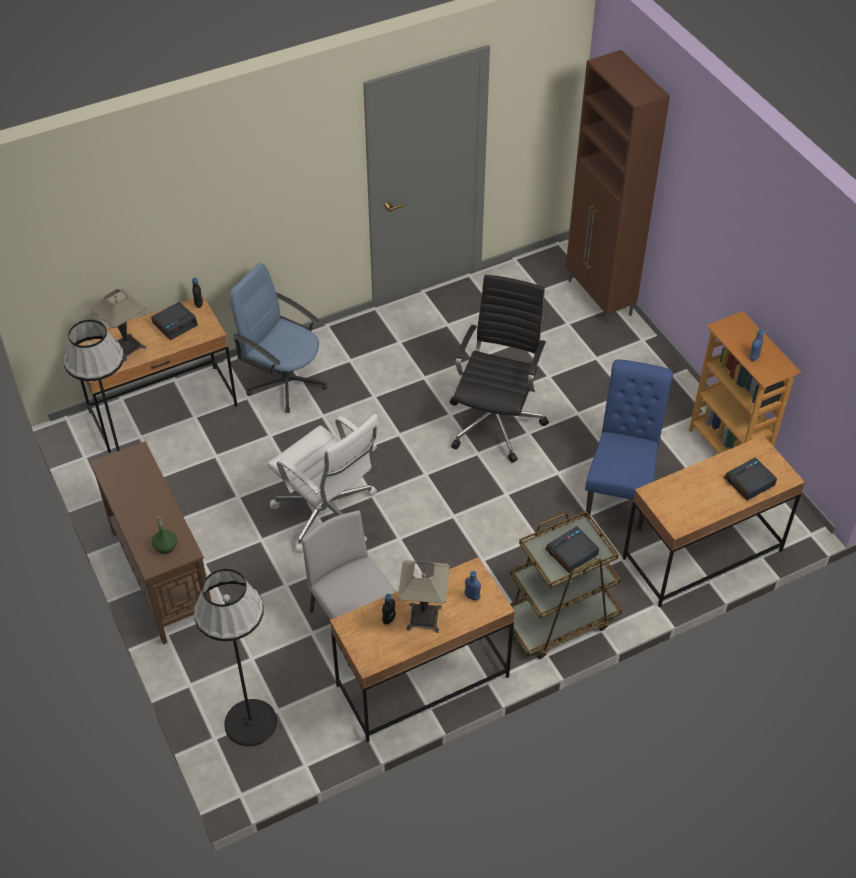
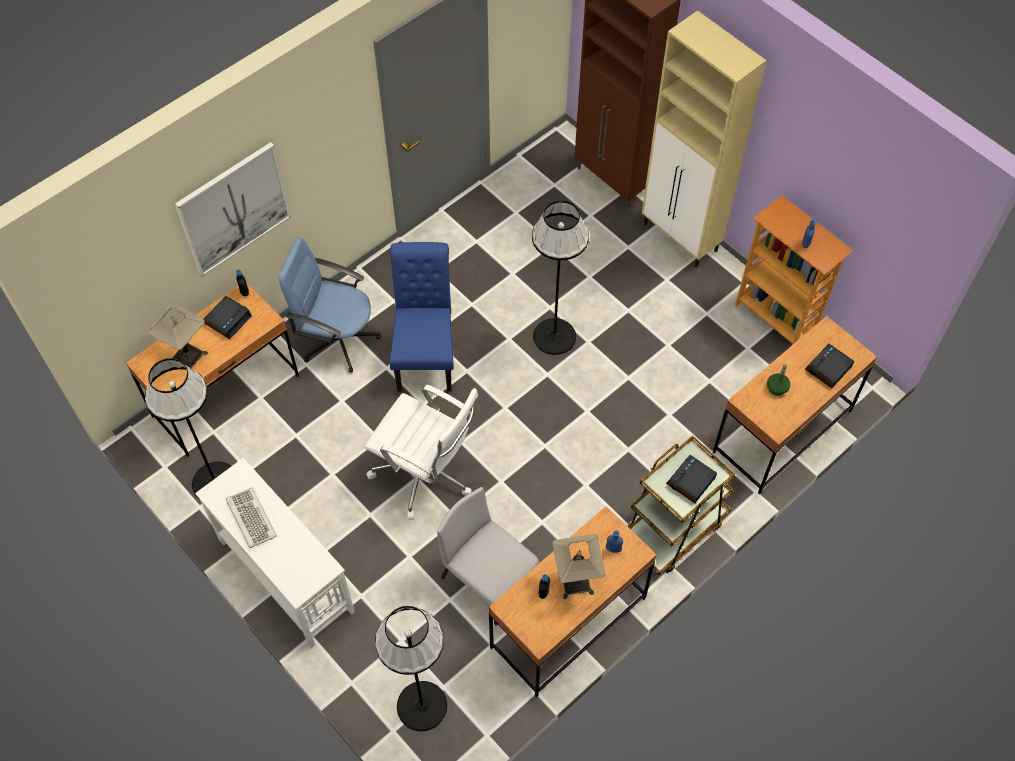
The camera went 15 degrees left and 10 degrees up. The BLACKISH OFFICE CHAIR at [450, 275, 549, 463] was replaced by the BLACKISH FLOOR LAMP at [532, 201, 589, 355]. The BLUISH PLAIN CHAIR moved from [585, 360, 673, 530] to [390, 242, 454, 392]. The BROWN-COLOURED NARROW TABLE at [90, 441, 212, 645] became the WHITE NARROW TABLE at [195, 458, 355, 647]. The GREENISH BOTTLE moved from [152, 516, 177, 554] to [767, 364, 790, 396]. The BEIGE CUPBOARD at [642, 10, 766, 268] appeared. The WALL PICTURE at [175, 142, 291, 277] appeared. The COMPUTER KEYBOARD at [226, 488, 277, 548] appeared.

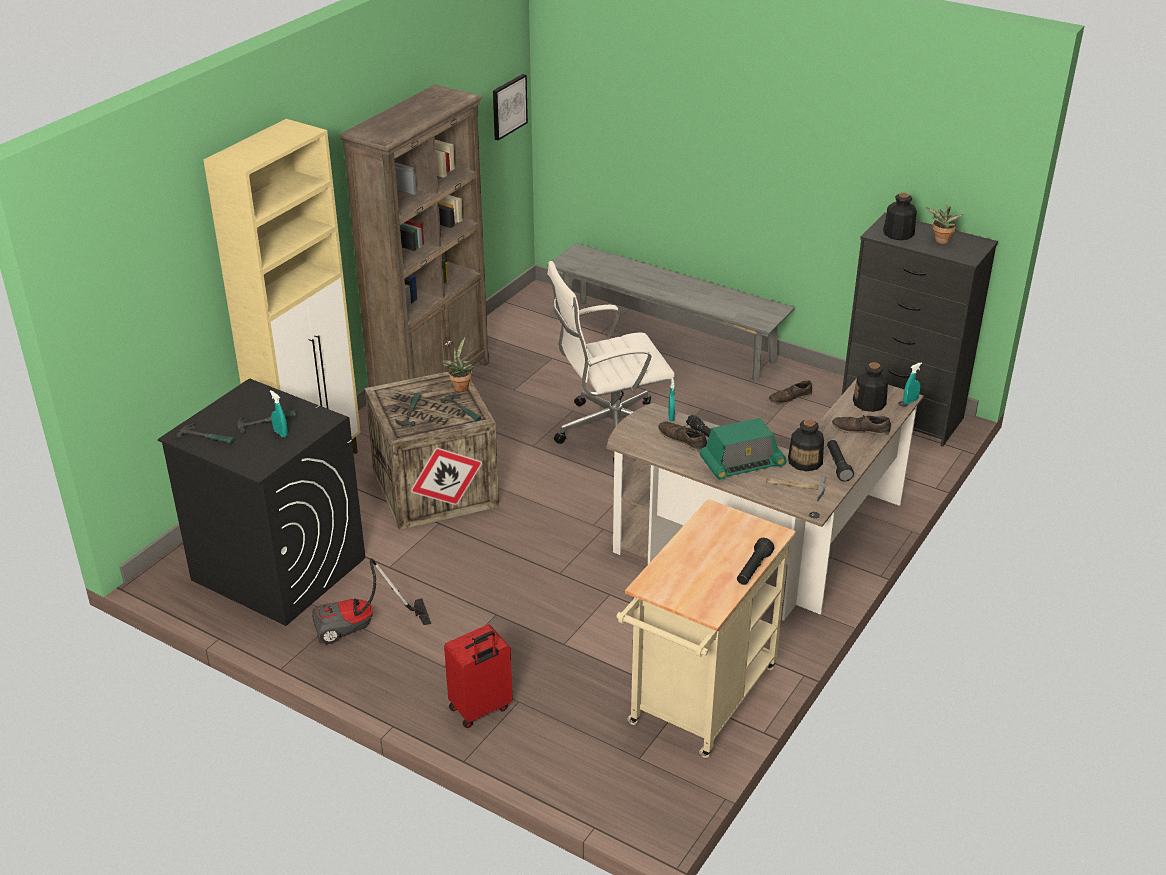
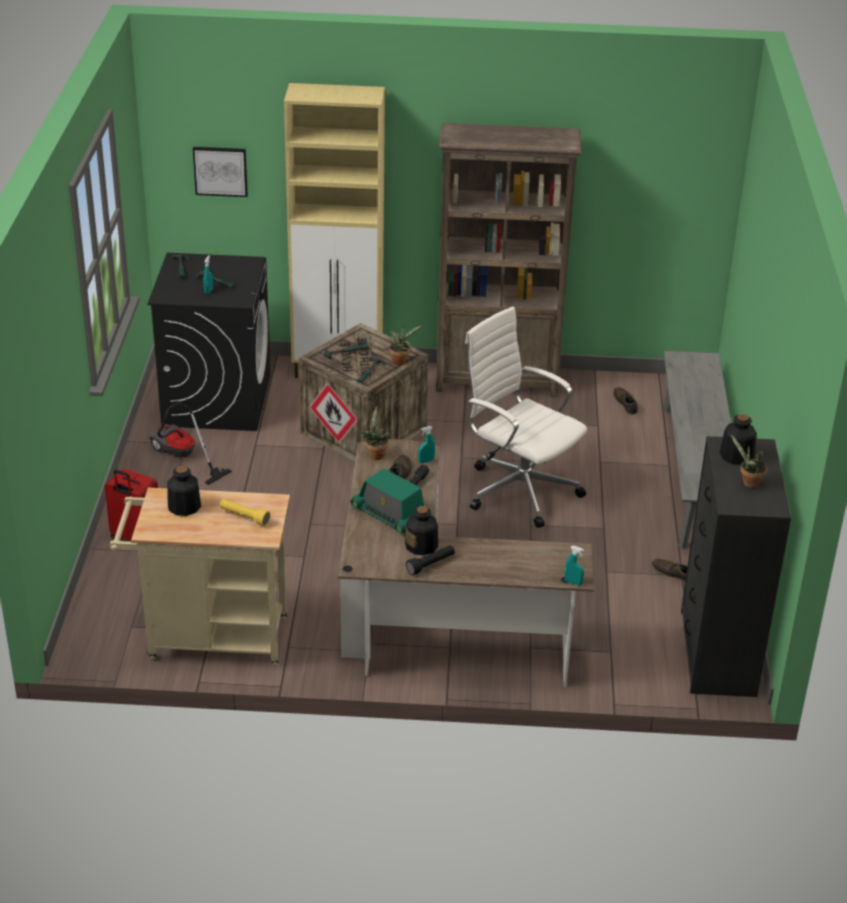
The camera went 60 degrees right and 0 degrees up. The WALL PICTURE moved from [493, 74, 528, 140] to [193, 147, 248, 197]. The BOTTLE moved from [853, 362, 888, 412] to [167, 466, 201, 516]. The BROWN-COLOURED SHOE moved from [832, 414, 891, 435] to [613, 387, 638, 415]. The TOOL HAMMER at [766, 476, 826, 502] disappeared. The BLACKISH HAND TORCH at [737, 538, 774, 585] disappeared. The HOUSEPLANT at [360, 406, 390, 460] appeared. The YELLOWISH HAND TORCH at [220, 499, 270, 526] appeared.

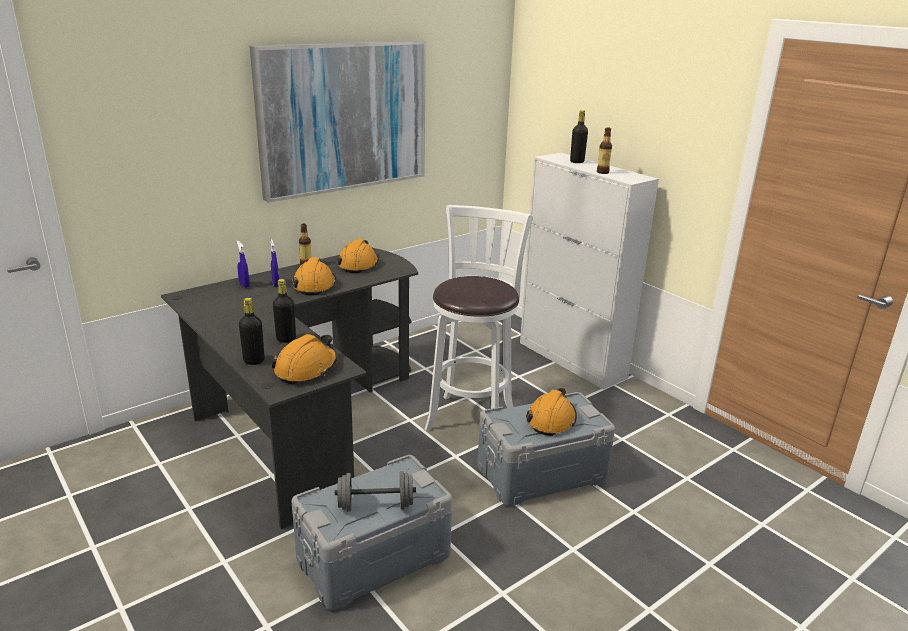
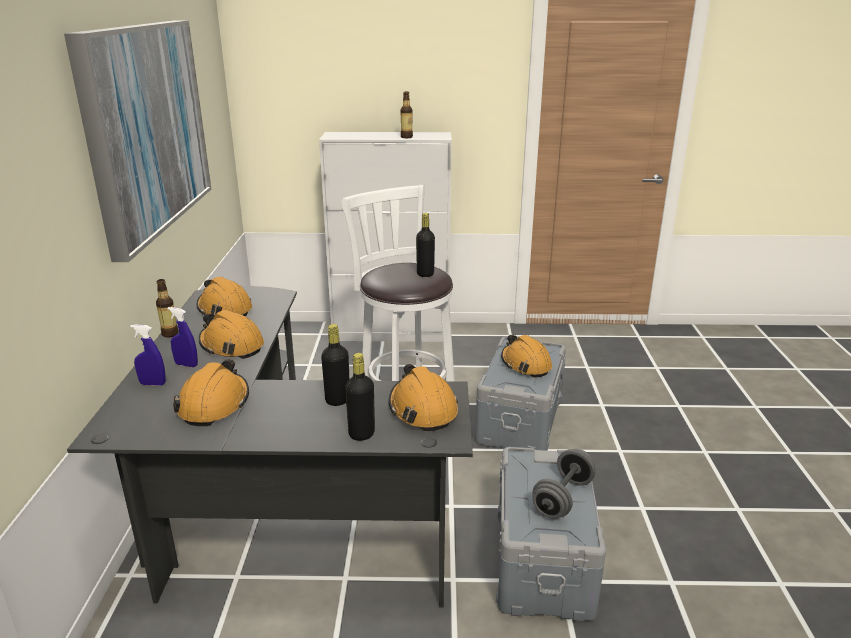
The camera went 50 degrees left and 0 degrees up. The BLACKISH BOTTLE moved from [570, 110, 588, 163] to [416, 213, 435, 277]. The ORANGE-COLOURED WORK HELMET at [173, 359, 249, 426] appeared.

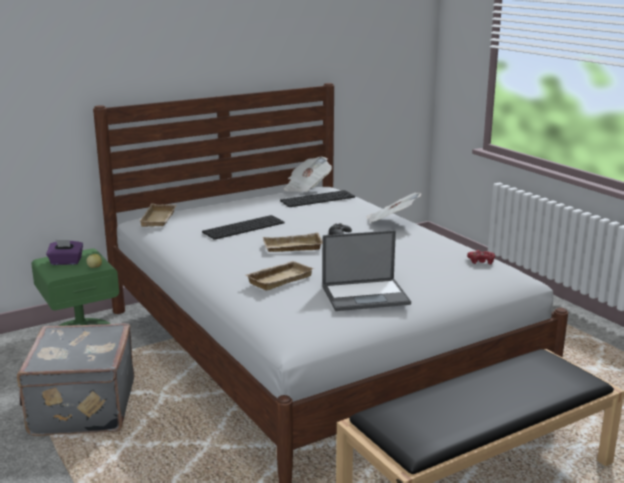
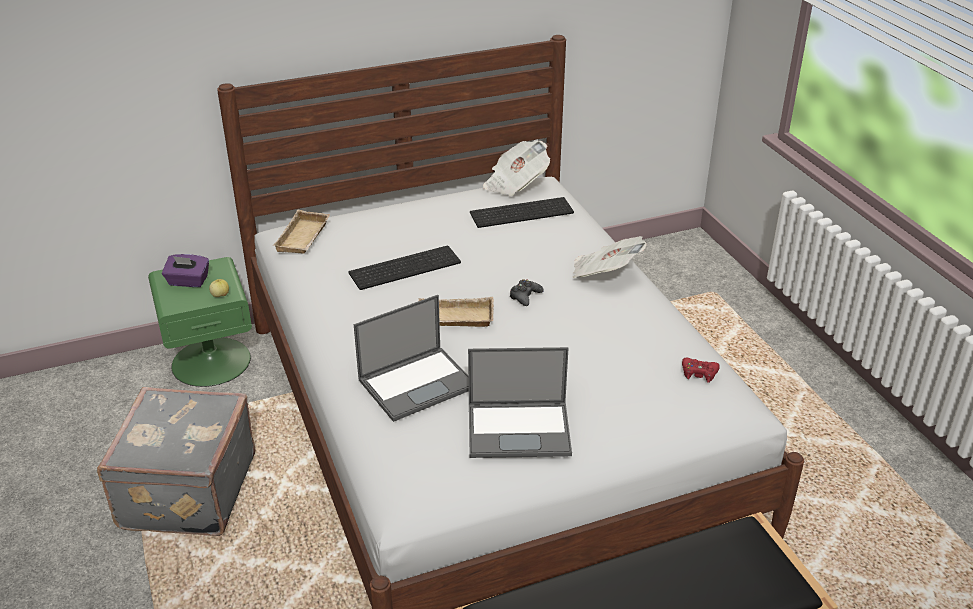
The camera went 10 degrees right and 15 degrees up. The BEIGE SERVING TRAY at [246, 261, 314, 291] was replaced by the NOTEBOOK COMPUTER at [354, 295, 469, 422].

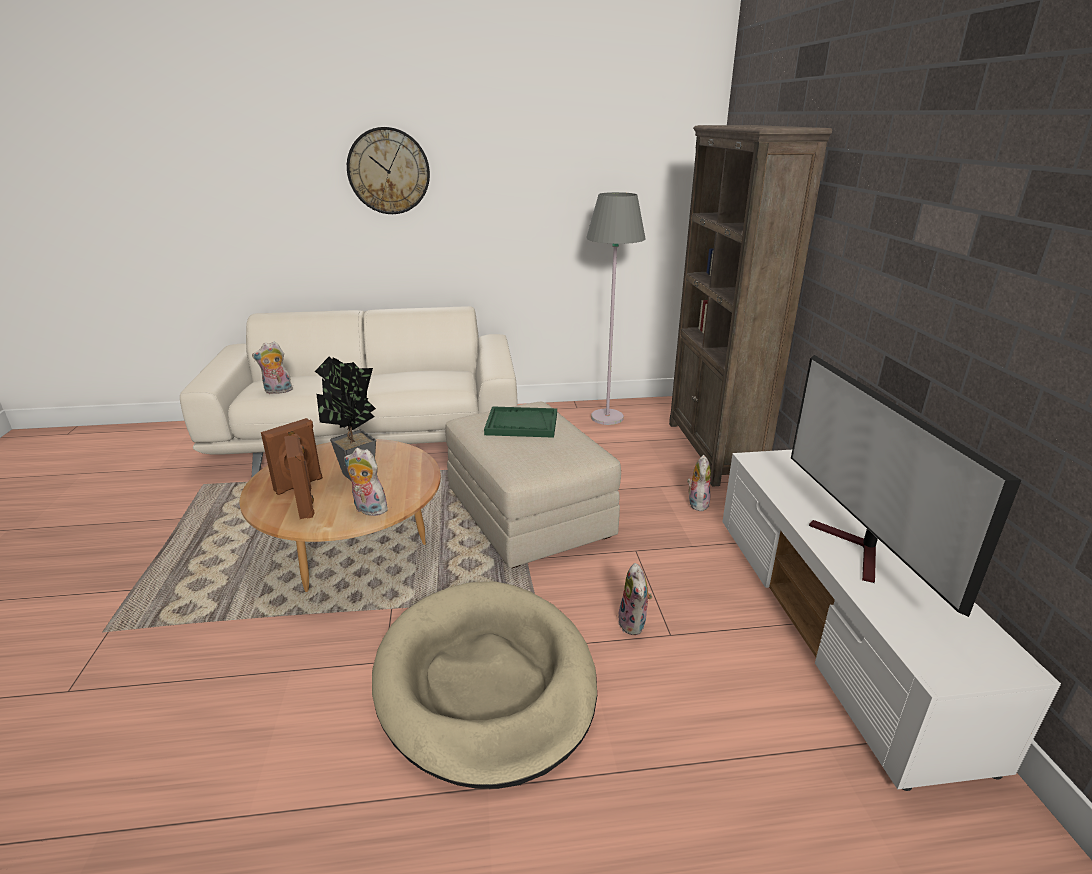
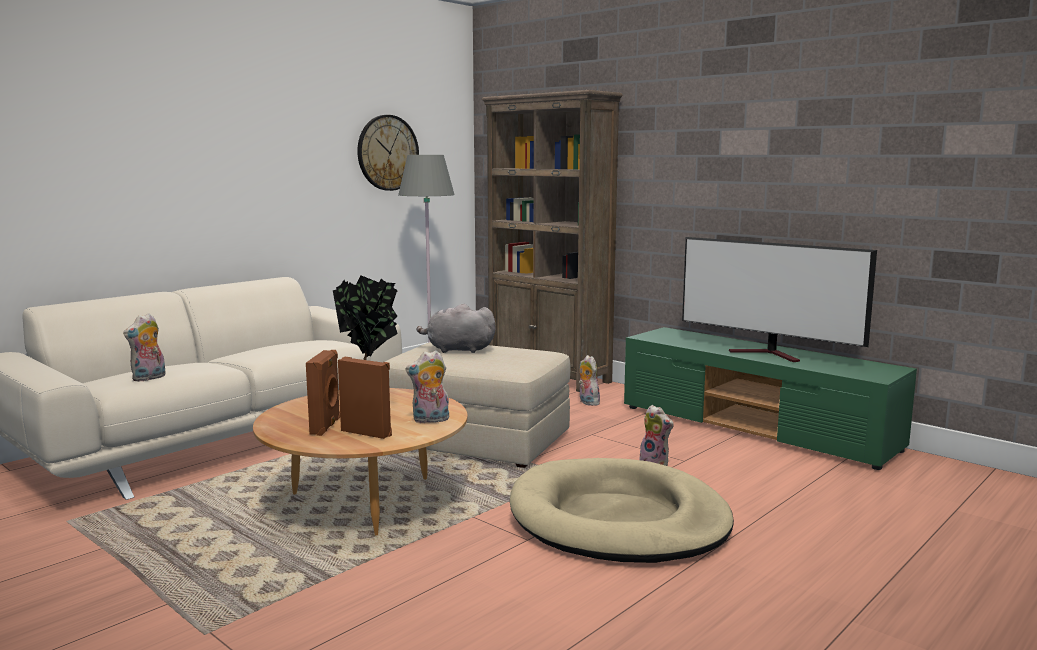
The camera went 40 degrees left and 15 degrees down. The CLOCK ON THE WALL moved from [347, 127, 430, 214] to [357, 115, 419, 191]. The GREENISH SERVING TRAY at [484, 406, 557, 438] was replaced by the GRAY PLUSH TOY at [417, 304, 496, 353]. The WHITE TV STAND at [722, 450, 1061, 791] became the GREENISH TV STAND at [624, 327, 917, 470].

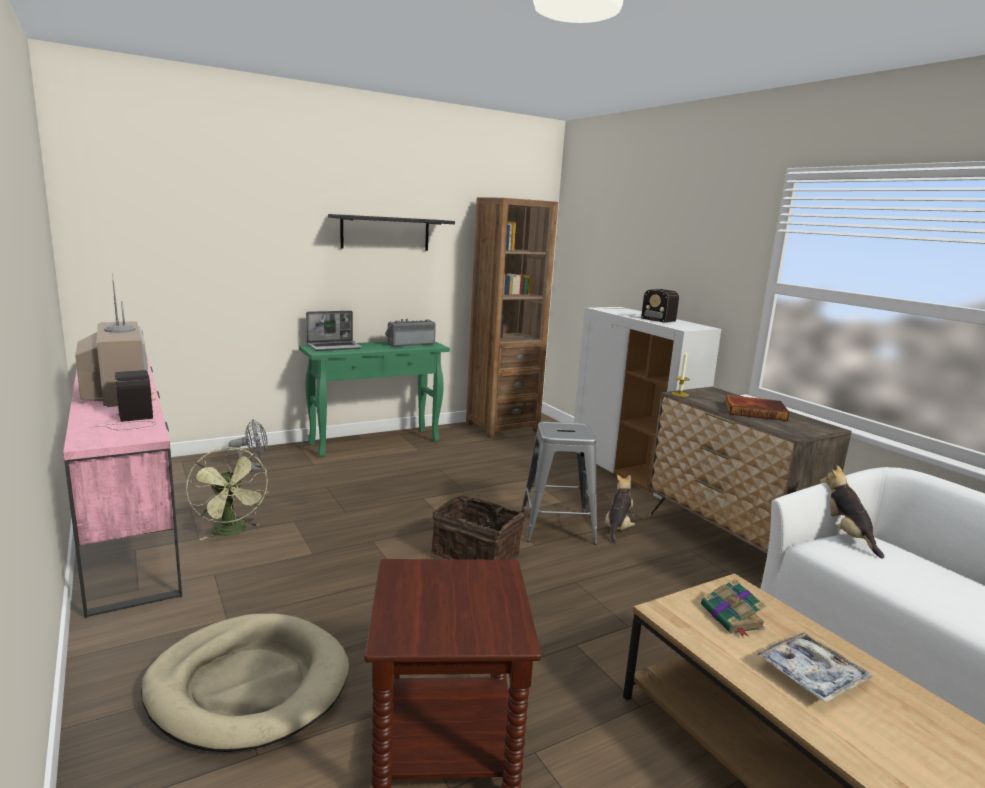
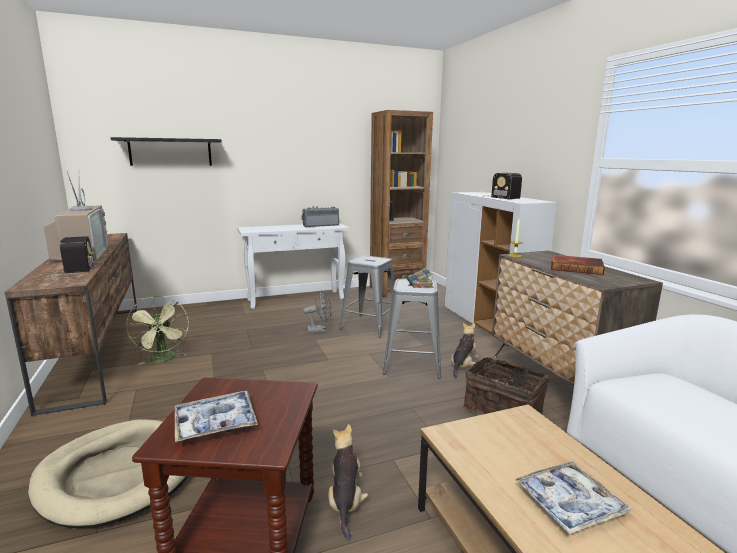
The camera went 10 degrees right and 0 degrees up. The BLACKISH WALL SHELF moved from [328, 214, 455, 251] to [110, 137, 222, 166]. The NOTEBOOK COMPUTER at [306, 311, 363, 351] disappeared. The GREENISH NARROW TABLE at [299, 341, 450, 457] became the WHITE NARROW TABLE at [237, 223, 349, 309]. The PINK TV STAND at [63, 354, 182, 618] became the BROWN-COLOURED TV STAND at [4, 233, 137, 417]. The GRAY FAN moved from [229, 419, 268, 471] to [303, 291, 332, 333]. The PLUSH TOY moved from [820, 465, 884, 559] to [328, 424, 368, 541]. The HOUSEHOLD BASKET moved from [431, 495, 525, 560] to [463, 357, 549, 415]. The VOLUME moved from [701, 579, 766, 637] to [407, 268, 434, 288]. The GRAY STOOL at [339, 255, 399, 338] appeared. The SERVING TRAY at [175, 391, 258, 442] appeared.

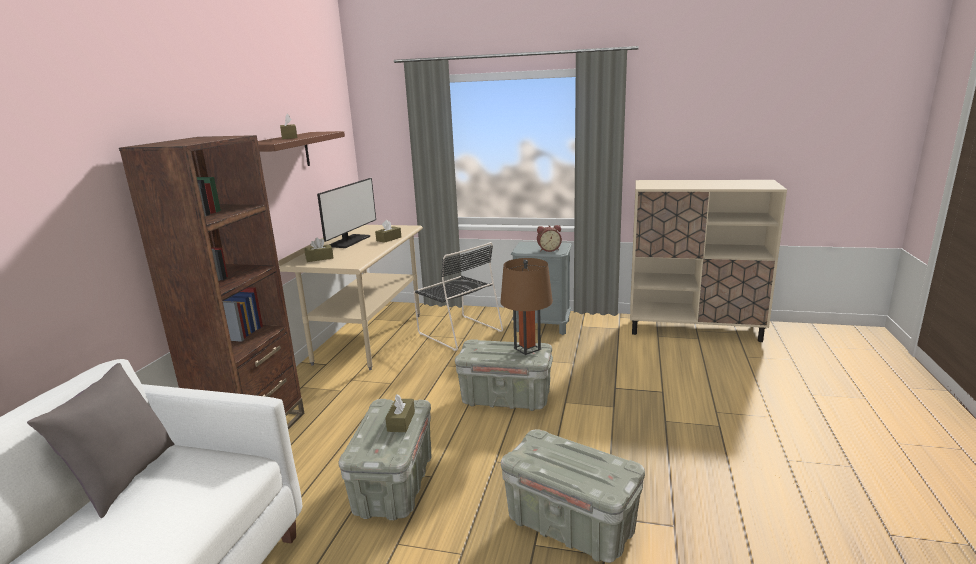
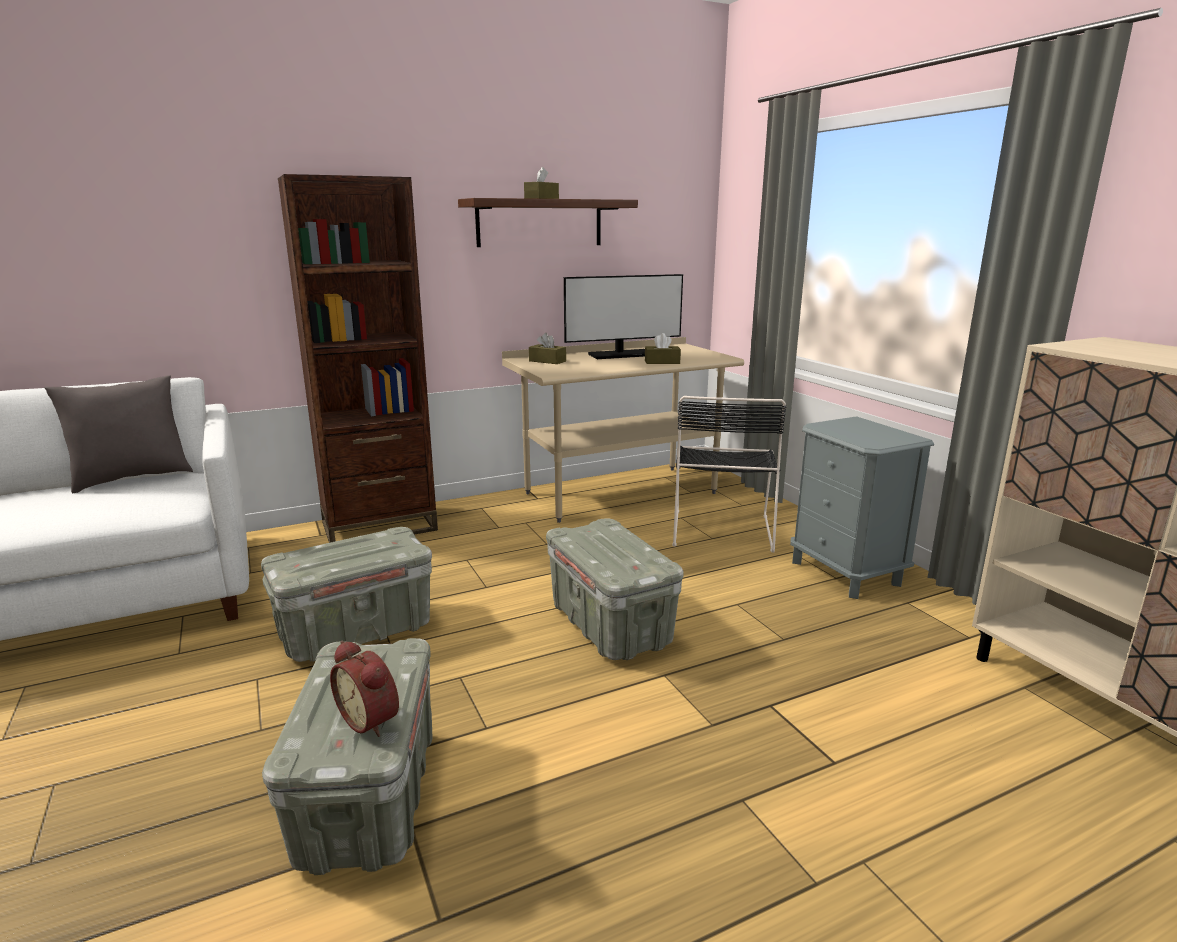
The camera went 50 degrees right and 0 degrees up. The TABLE CLOCK moved from [537, 225, 562, 252] to [330, 641, 399, 737]. The BROWN-COLOURED TABLE LAMP at [500, 258, 553, 355] disappeared. The BROWN-COLOURED BOX OF TISSUES at [385, 394, 415, 432] disappeared.

